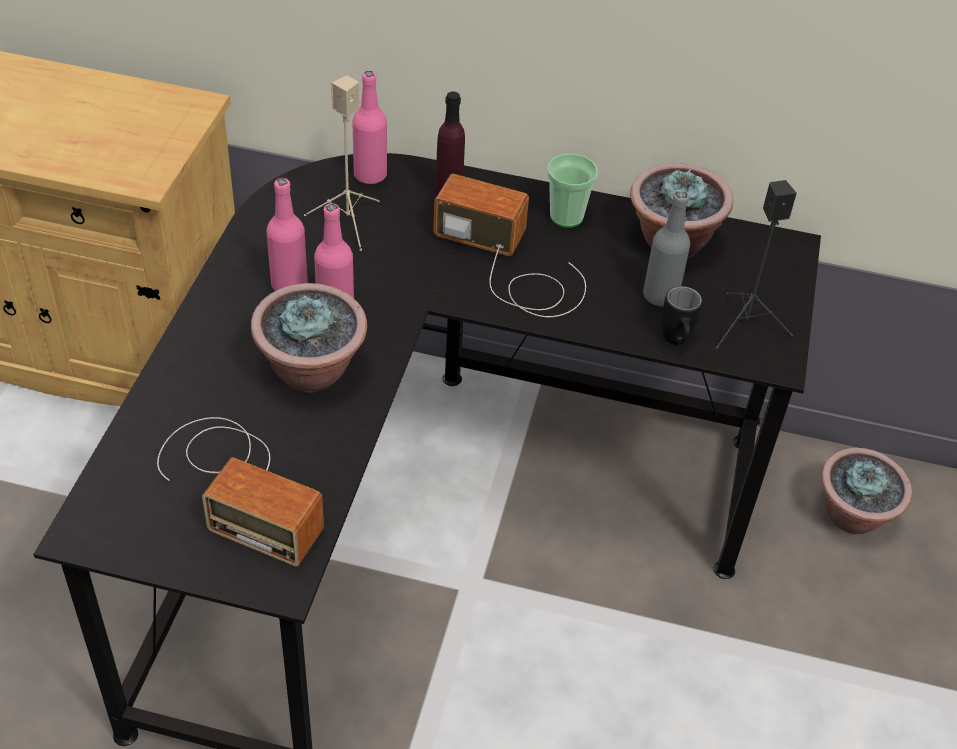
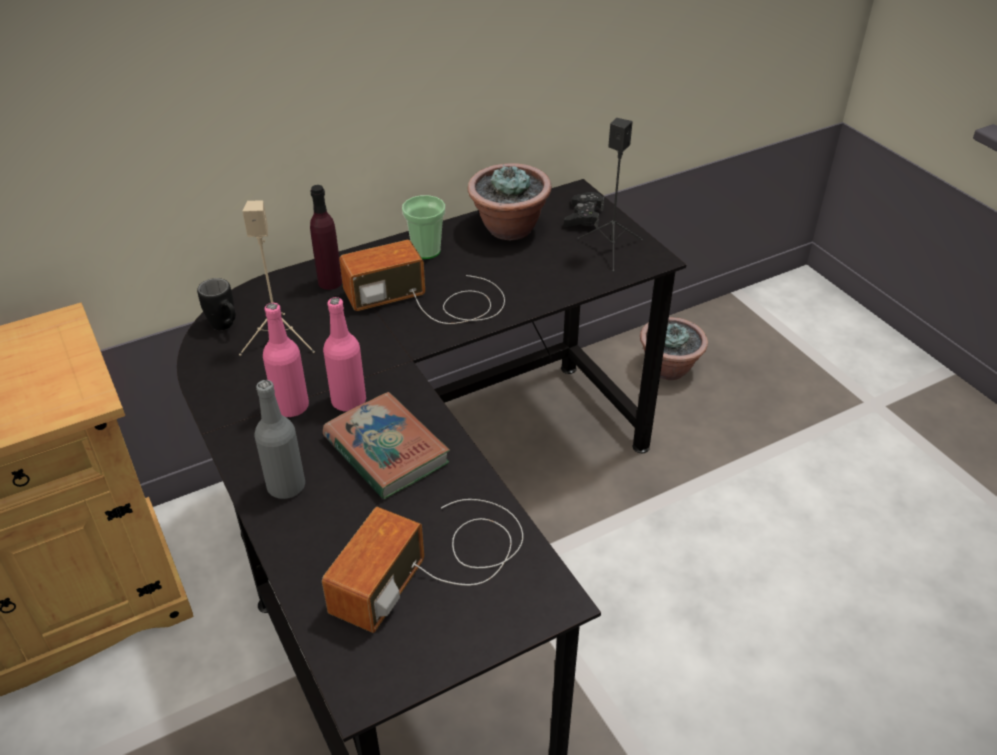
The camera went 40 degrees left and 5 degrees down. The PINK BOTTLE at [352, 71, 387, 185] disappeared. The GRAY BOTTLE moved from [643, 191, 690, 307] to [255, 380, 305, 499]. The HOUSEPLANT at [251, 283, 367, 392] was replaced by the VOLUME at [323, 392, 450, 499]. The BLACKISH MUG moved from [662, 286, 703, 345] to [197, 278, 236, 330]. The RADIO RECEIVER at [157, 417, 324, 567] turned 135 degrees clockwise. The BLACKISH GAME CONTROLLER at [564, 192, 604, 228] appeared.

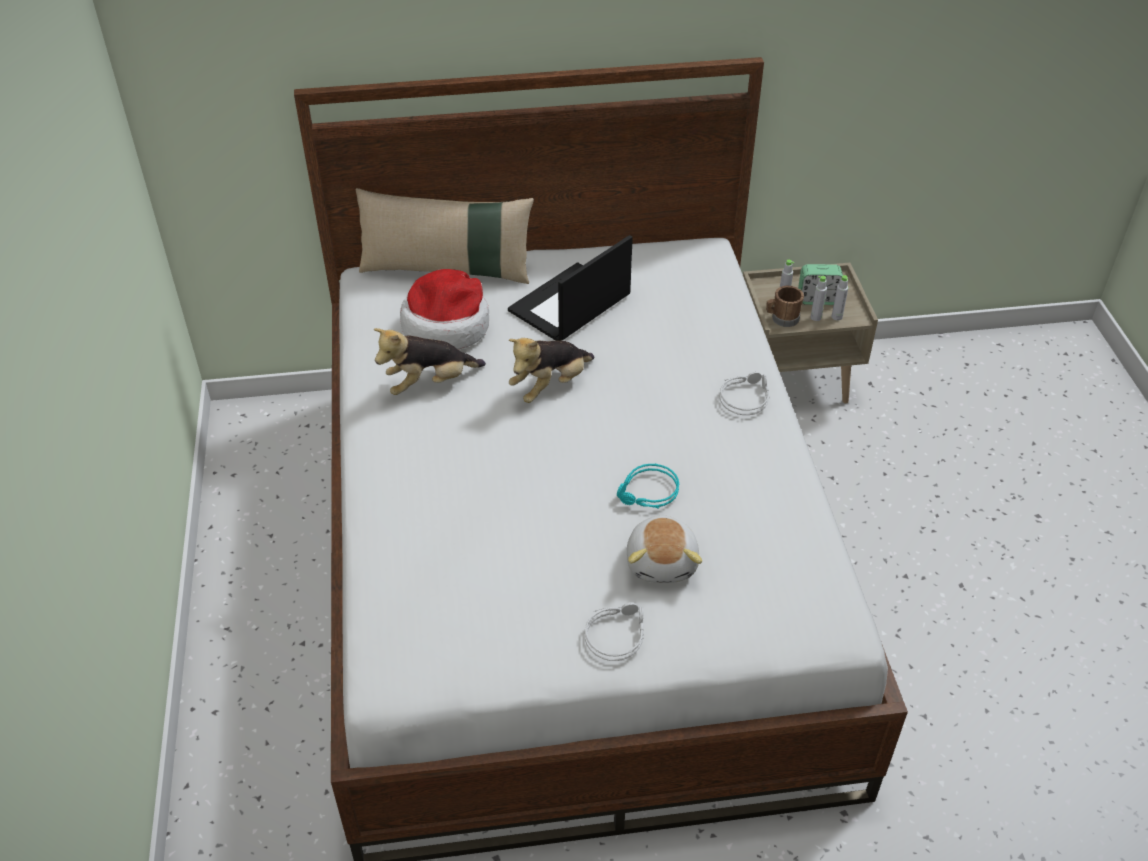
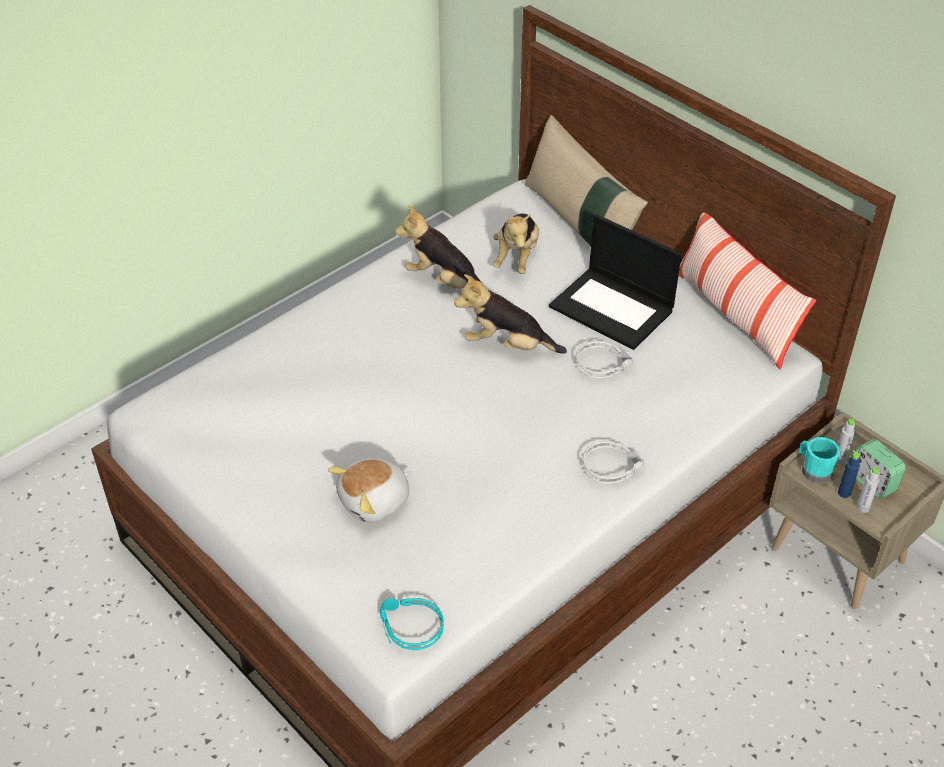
The camera went 55 degrees right and 0 degrees up. The NOTEBOOK COMPUTER at [508, 235, 633, 341] turned 150 degrees counterclockwise. The WEARABLE HAT at [400, 269, 489, 349] was replaced by the PLUSH TOY at [493, 213, 539, 274]. The GRAY BOTTLE at [811, 276, 827, 321] became the BLUISH BOTTLE at [838, 450, 860, 498]. The BROWN-COLOURED MUG at [766, 286, 804, 327] became the TURQUOISE-COLOURED MUG at [799, 437, 840, 484]. The TURQUOISE-COLOURED HEADSET moved from [617, 464, 679, 508] to [380, 598, 444, 650]. The GRAY HEADSET moved from [585, 603, 644, 661] to [576, 341, 634, 379]. The PILLOW at [678, 213, 817, 370] appeared.

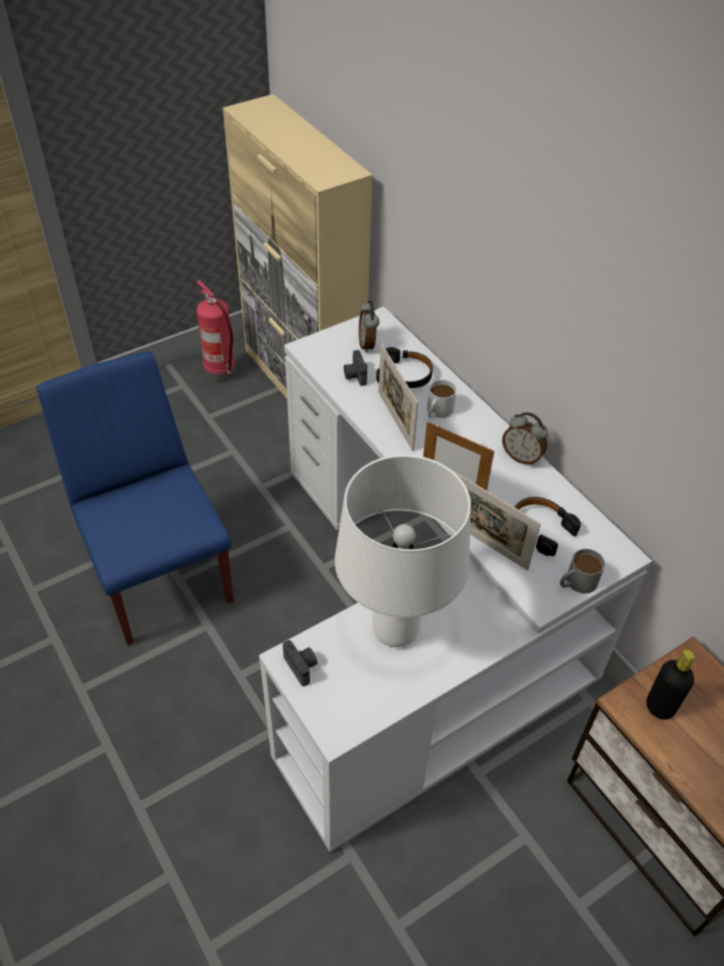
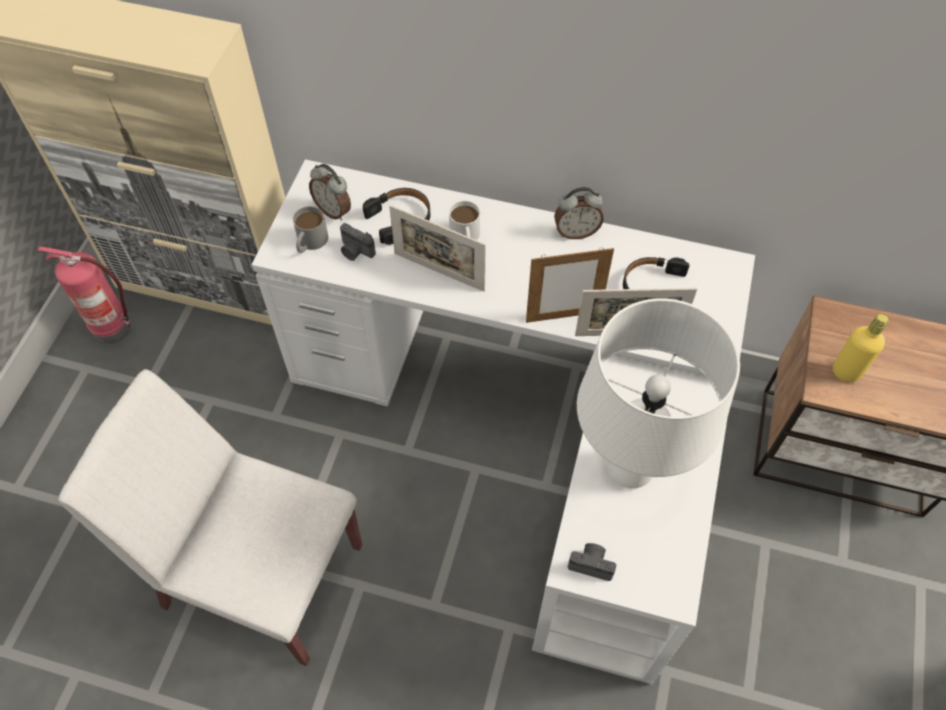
The camera went 40 degrees left and 10 degrees up. The BLUISH PLAIN CHAIR at [36, 352, 234, 645] became the WHITE PLAIN CHAIR at [58, 369, 362, 666]. The GRAY MUG moved from [560, 549, 605, 594] to [293, 206, 328, 253]. The BLACKISH BOTTLE at [646, 649, 695, 720] became the YELLOWISH BOTTLE at [833, 314, 888, 382].

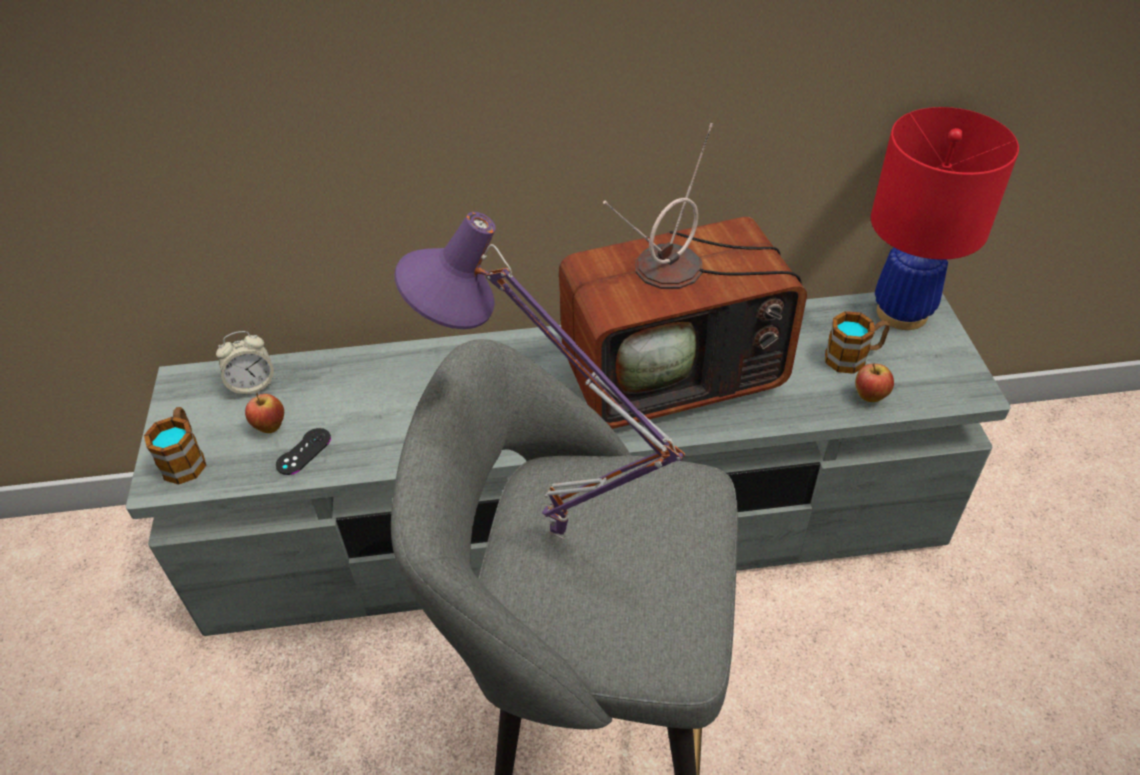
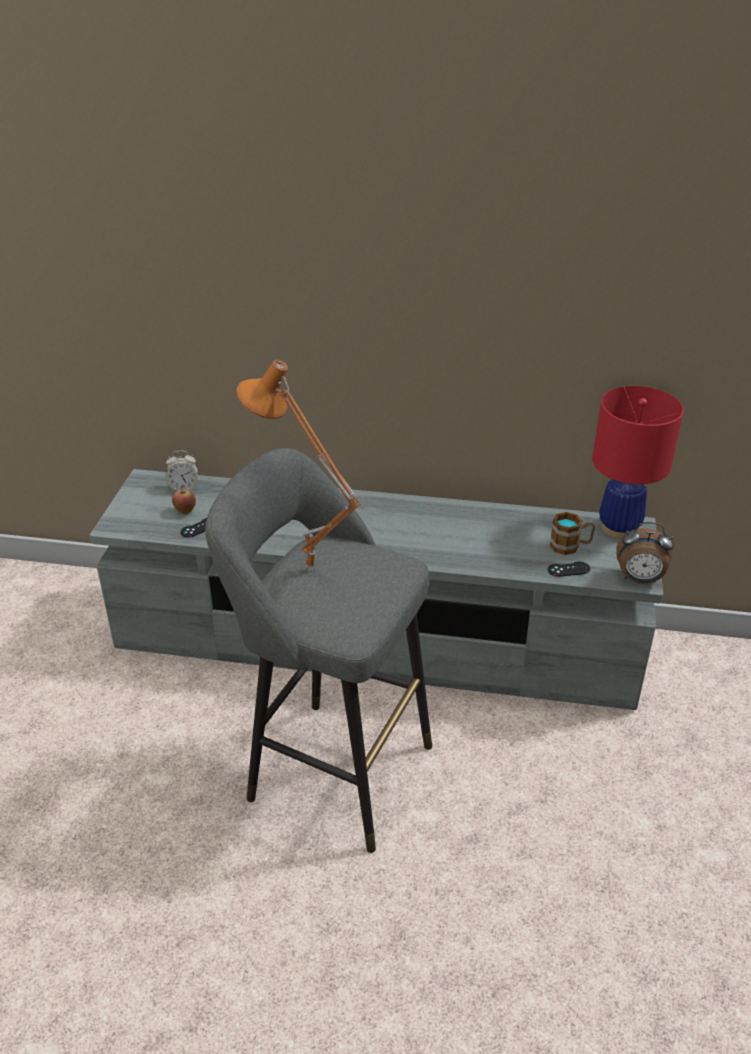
The camera went 15 degrees right and 10 degrees down. The TELEVISION at [559, 123, 807, 429] disappeared. The PURPLE-COLOURED TABLE LAMP at [394, 212, 685, 539] became the ORANGE-COLOURED TABLE LAMP at [236, 360, 361, 571]. The APPLE at [855, 364, 894, 402] was replaced by the BLACKISH GAME CONTROLLER at [548, 562, 590, 577]. The MUG at [144, 407, 206, 485] disappeared. The TABLE CLOCK at [616, 522, 674, 583] appeared.

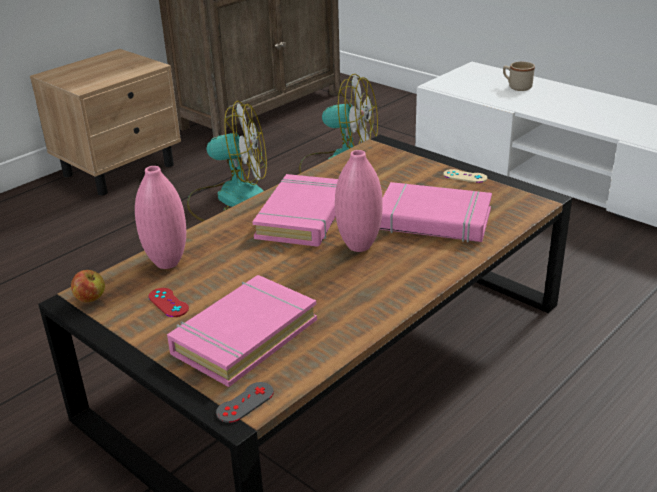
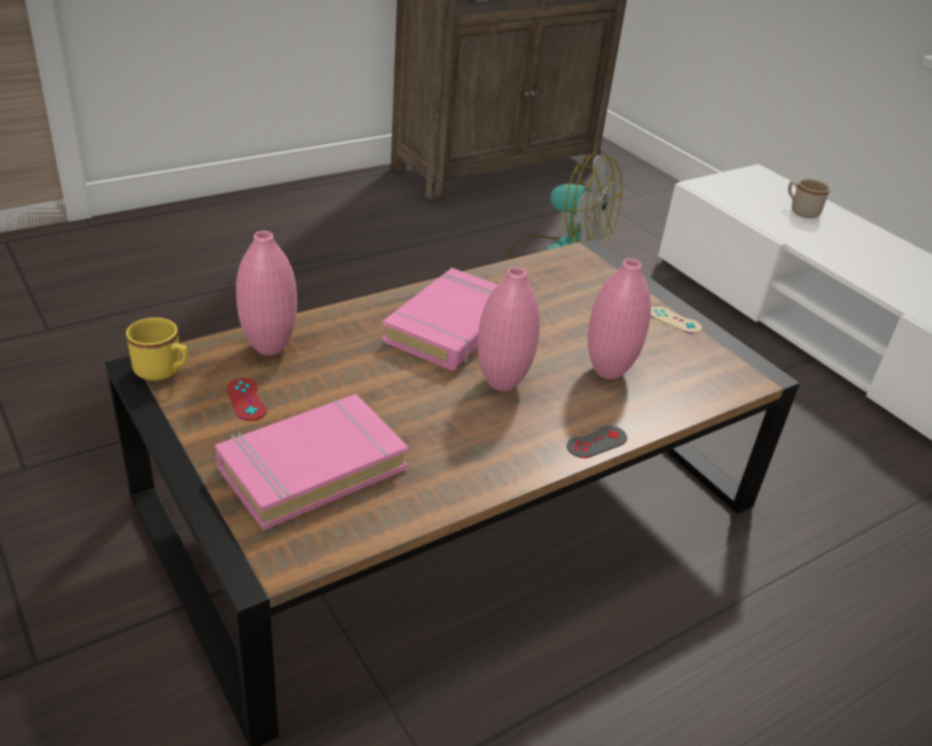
The camera went 10 degrees right and 5 degrees up. The BEIGE NIGHTSTAND at [30, 49, 181, 196] disappeared. The FAN at [187, 101, 267, 221] disappeared. The PINK VOLUME at [379, 182, 492, 243] was replaced by the PINK VASE at [588, 259, 651, 379]. The APPLE at [71, 270, 105, 302] was replaced by the YELLOWISH MUG at [126, 318, 188, 381]. The GRAY GAME CONTROLLER moved from [216, 382, 274, 423] to [567, 426, 627, 458].

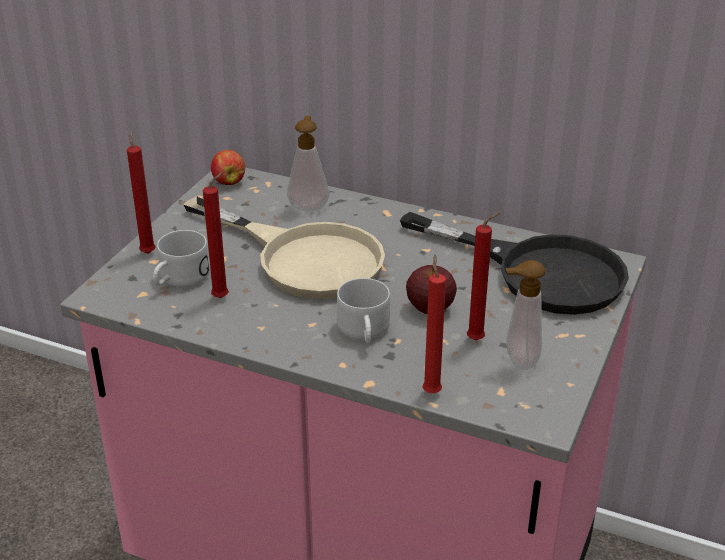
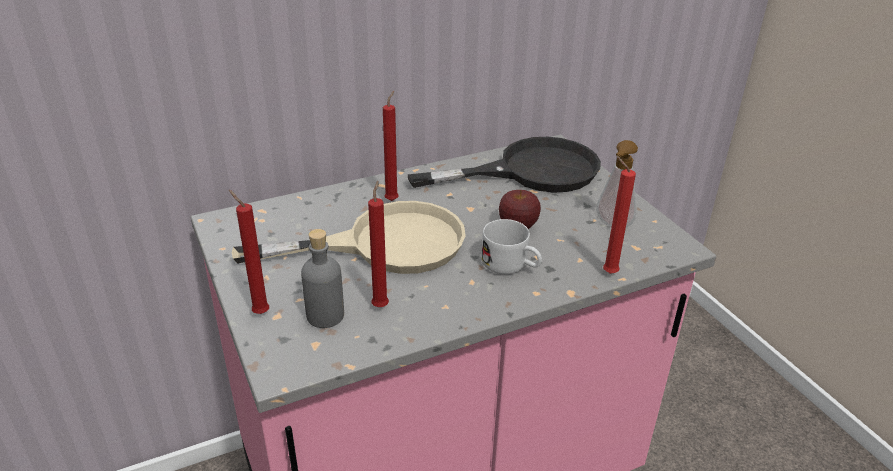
The camera went 50 degrees left and 0 degrees up. The SOAP DISPENSER at [287, 116, 330, 211] disappeared. The APPLE at [211, 150, 245, 185] disappeared. The REDDISH WAX CANDLE moved from [467, 212, 500, 340] to [383, 91, 399, 201]. The WHITE MUG at [153, 230, 210, 288] was replaced by the GRAY BOTTLE at [301, 229, 344, 328].

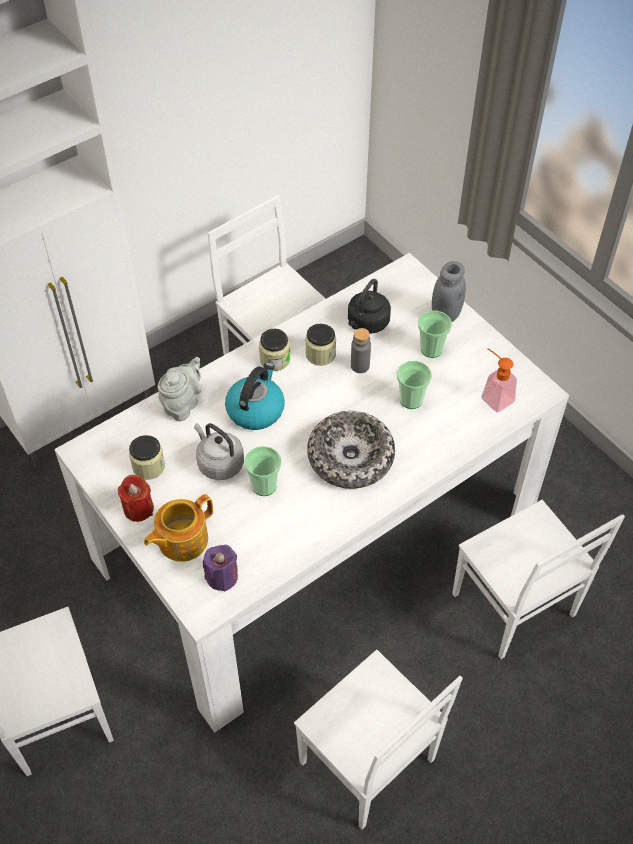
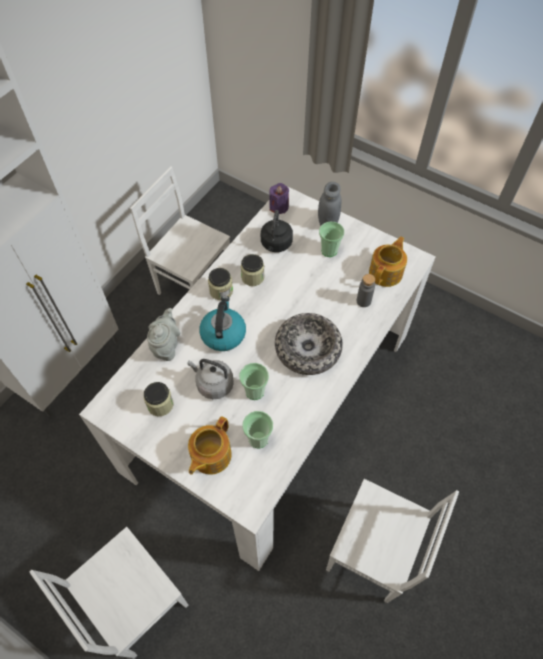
The camera went 20 degrees left and 5 degrees up. The GRAY BOTTLE moved from [351, 328, 371, 373] to [357, 274, 375, 307]. The SOAP DISPENSER at [481, 348, 517, 413] was replaced by the POT FOR TEA at [369, 236, 407, 287]. The CUP moved from [397, 361, 432, 409] to [242, 411, 273, 448]. The REDDISH WAX CANDLE at [118, 475, 154, 522] disappeared. The WHITE PLAIN CHAIR at [452, 500, 625, 659] disappeared. The PURPLE-COLOURED WAX CANDLE moved from [203, 545, 238, 591] to [269, 183, 289, 214].

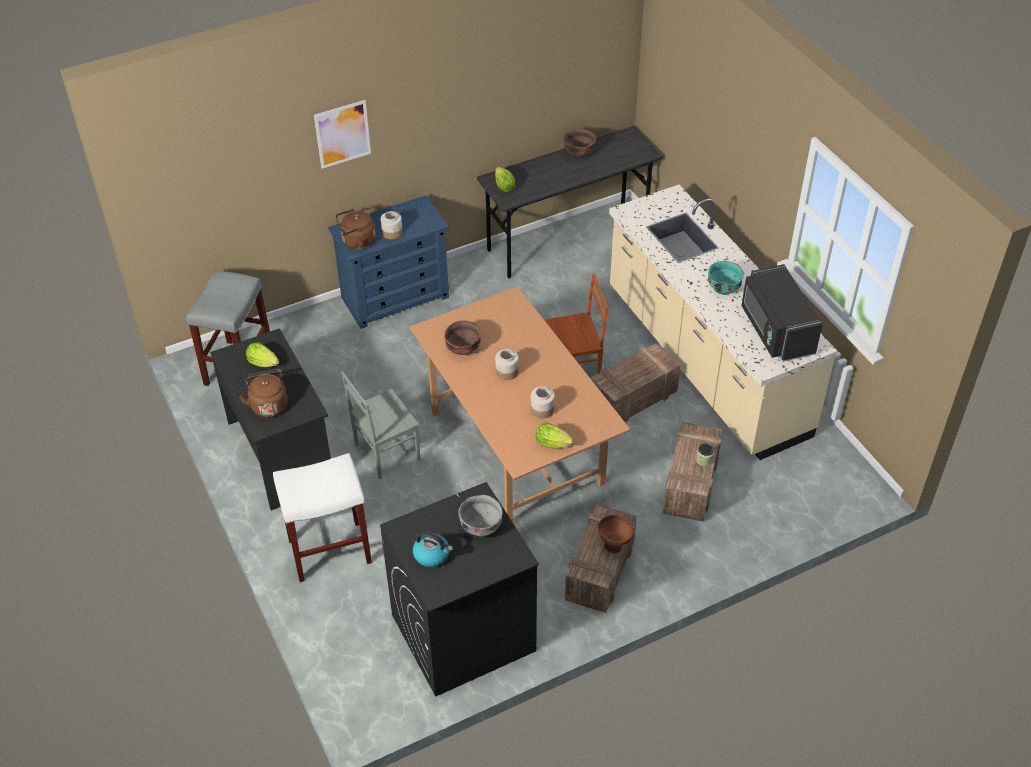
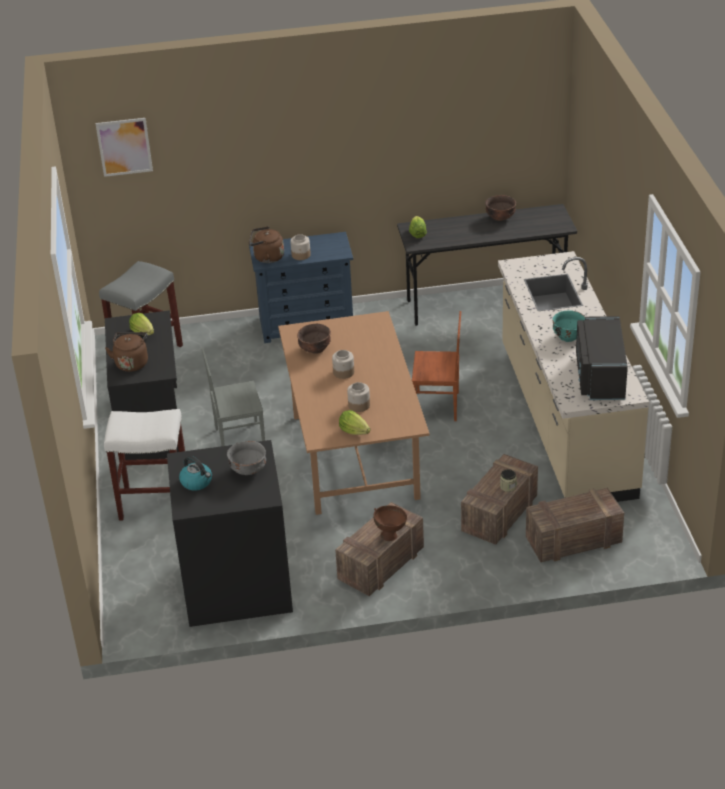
The camera went 20 degrees right and 10 degrees down. The WALL PICTURE moved from [314, 100, 371, 169] to [95, 118, 153, 177]. The SHIPPING CRATE moved from [590, 343, 681, 422] to [526, 488, 624, 562].

